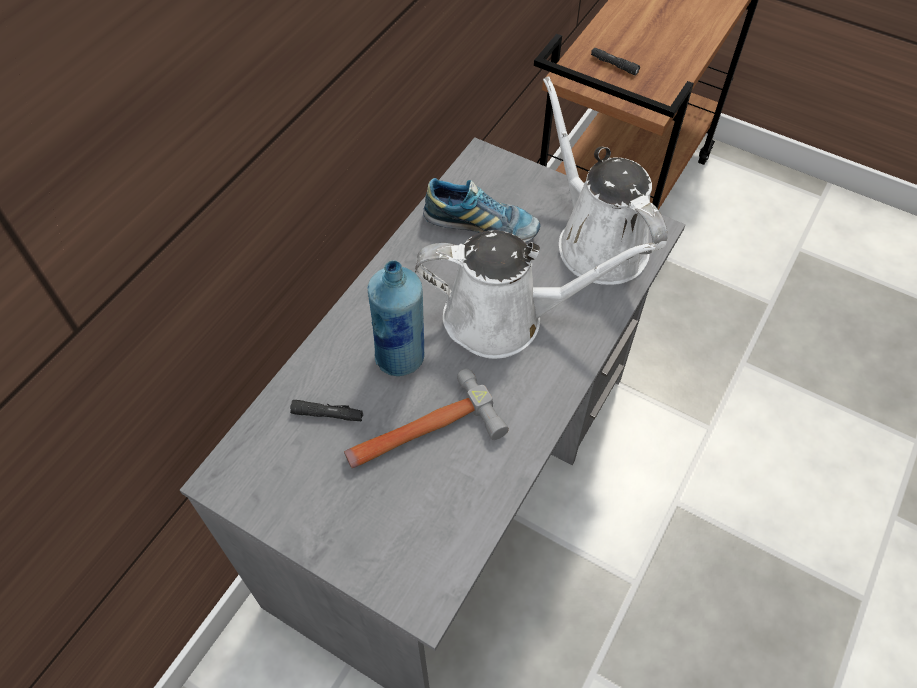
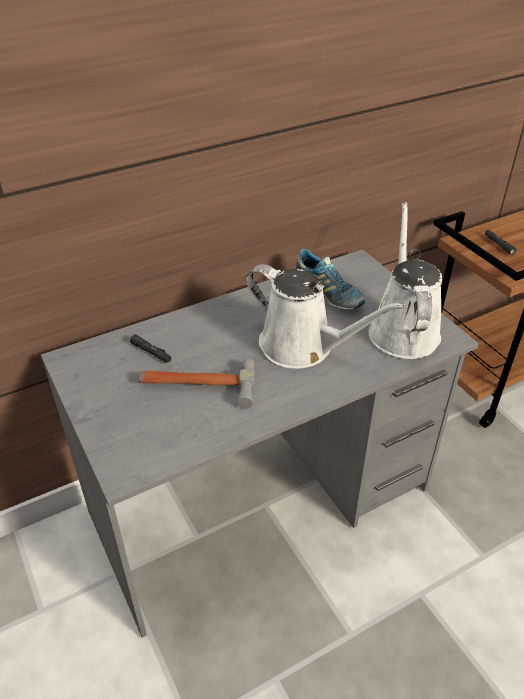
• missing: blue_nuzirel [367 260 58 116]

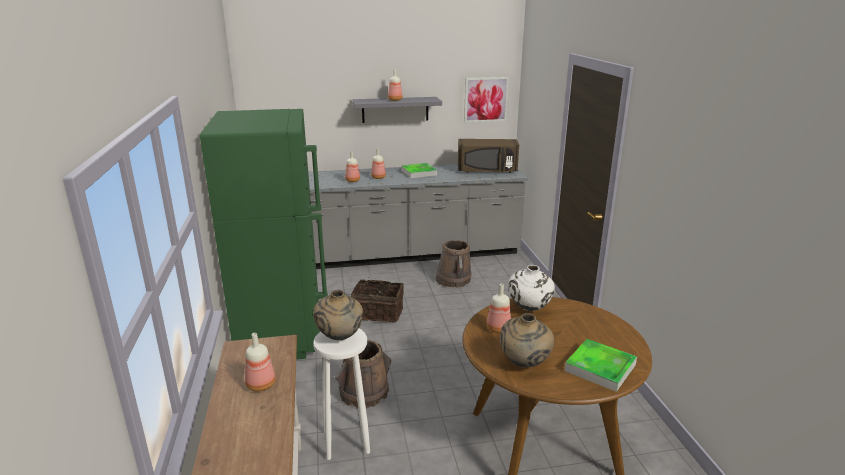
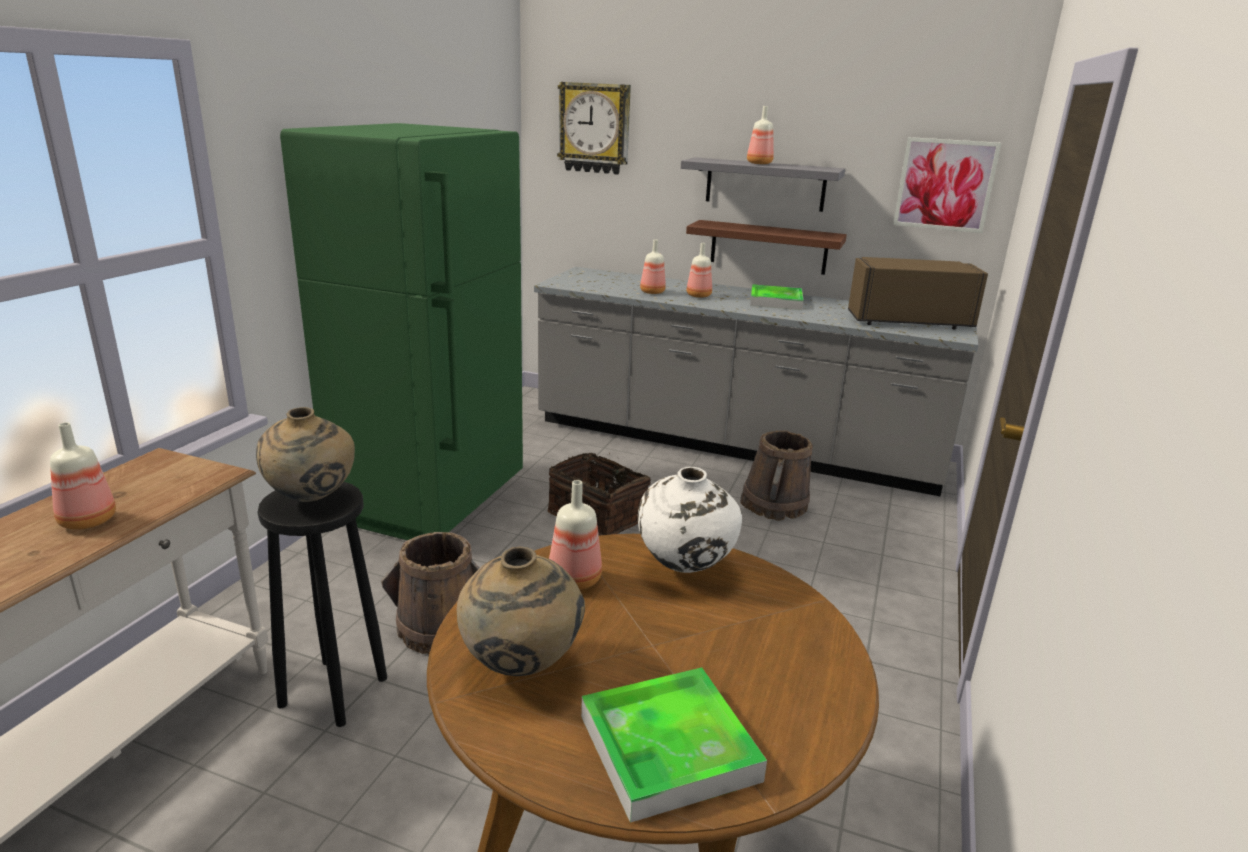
• appeared: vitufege [557 82 74 93]
• appeared: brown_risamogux [686 220 161 55]
• colour: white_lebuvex [313 329 57 131] to black_lebuvex [257 482 130 245]
• spun: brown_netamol [458 139 61 34] = [848 257 140 72] 150 degrees clockwise

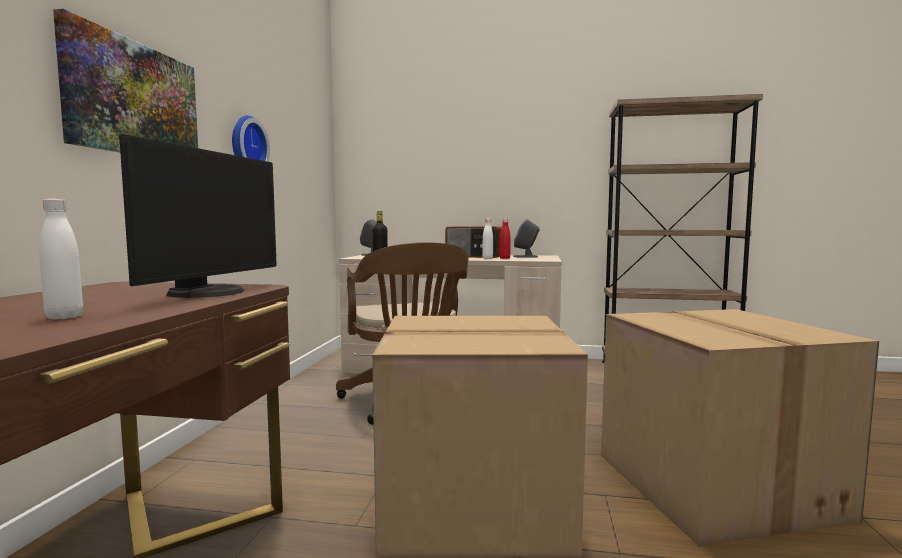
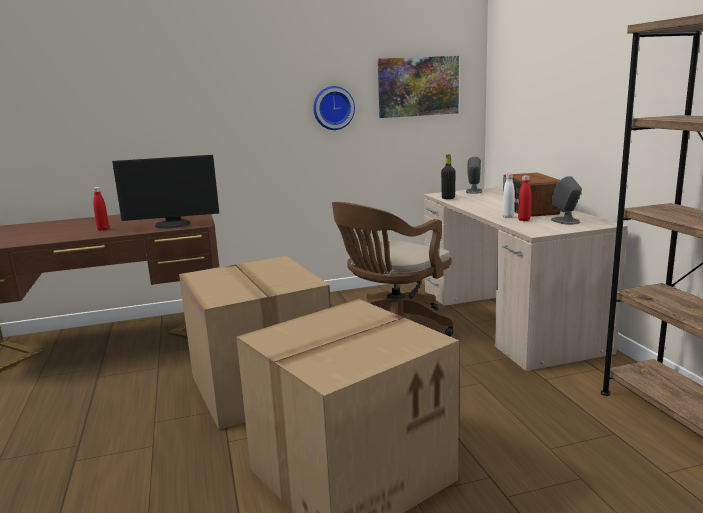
• relocated: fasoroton [53 9 145 144] to [378 56 81 62]
• colour: white_nuzirel [39 199 44 120] to red_nuzirel [93 187 16 44]

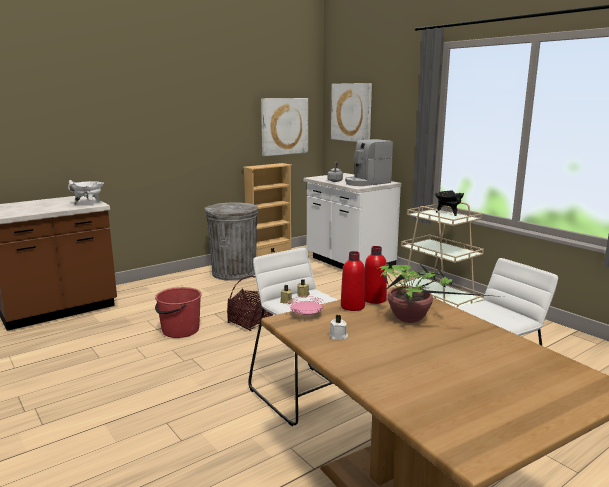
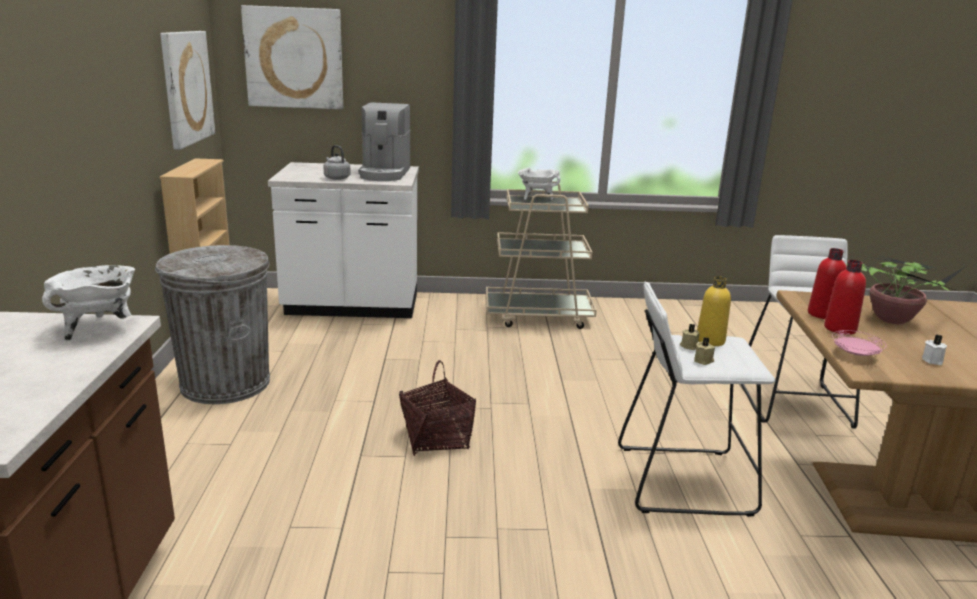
• missing: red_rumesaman [155 287 47 51]
• appeared: yellow_nuzirel [697 276 34 70]
• colour: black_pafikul [435 190 29 26] to white_pafikul [518 168 42 32]

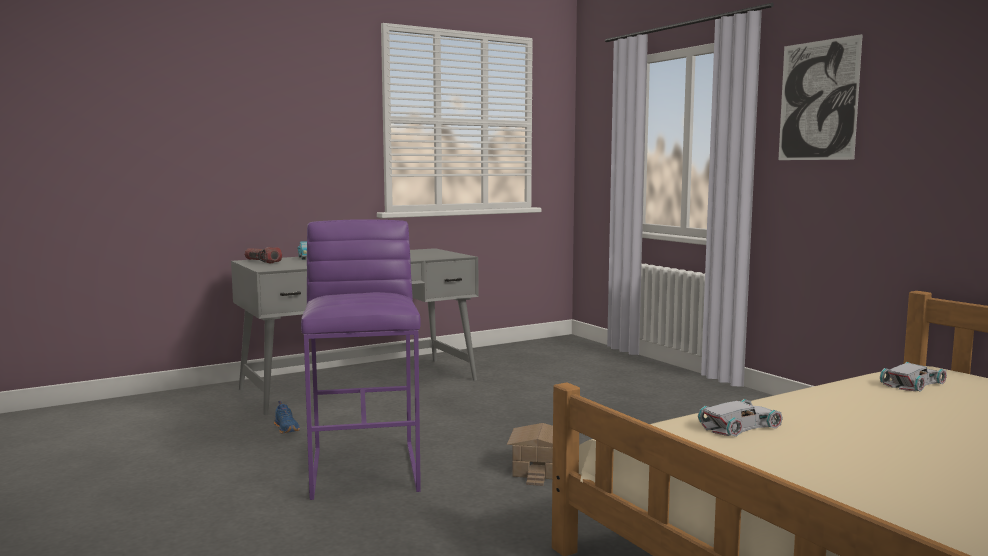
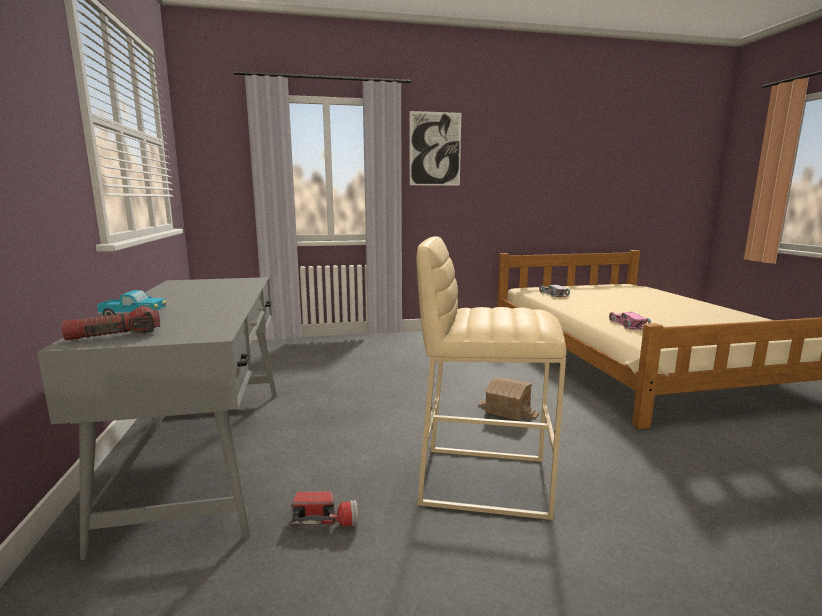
• exchanged: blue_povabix [274 401 26 33] to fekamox [291 491 67 36]
• colour: purple_lebuvex [301 219 120 281] to beige_lebuvex [416 236 151 284]
• colour: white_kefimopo [698 399 85 38] to pink_kefimopo [609 312 42 18]

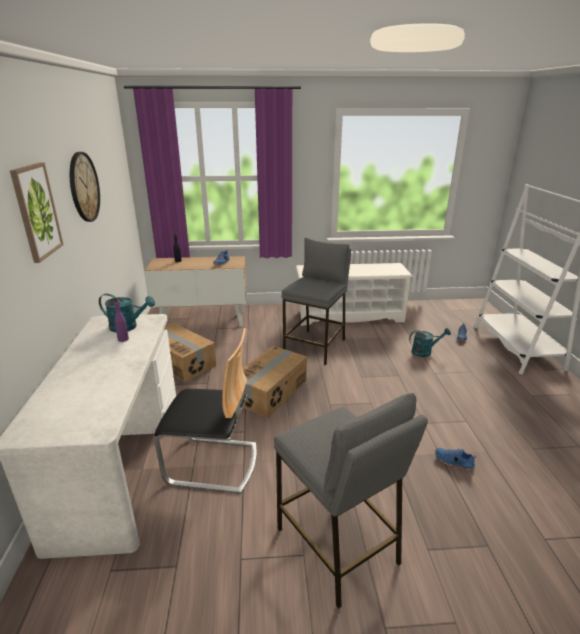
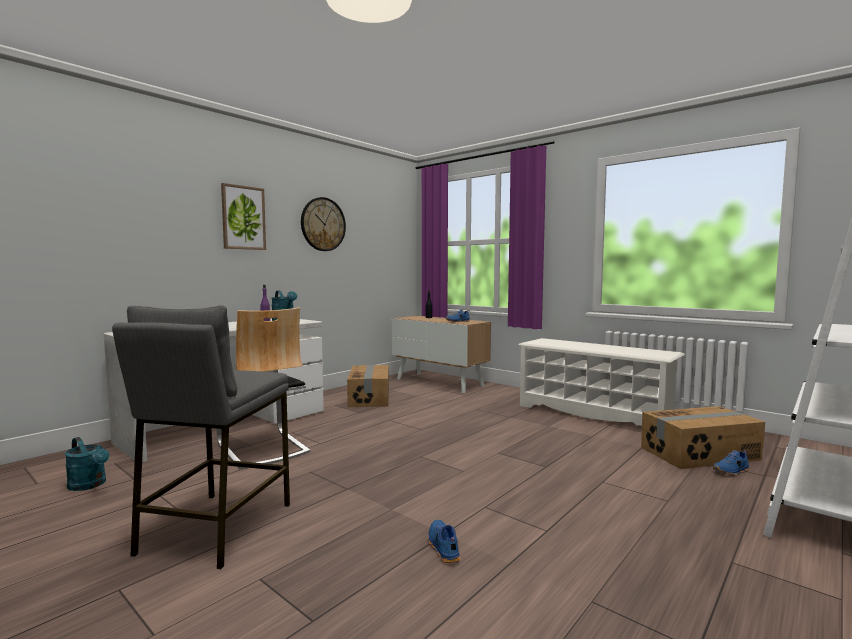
• missing: grey_lebuvex [282 238 69 127]
• relocated: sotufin [243 346 64 72] to [641 406 124 63]
• relocated: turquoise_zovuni [409 328 42 29] to [65 437 44 54]

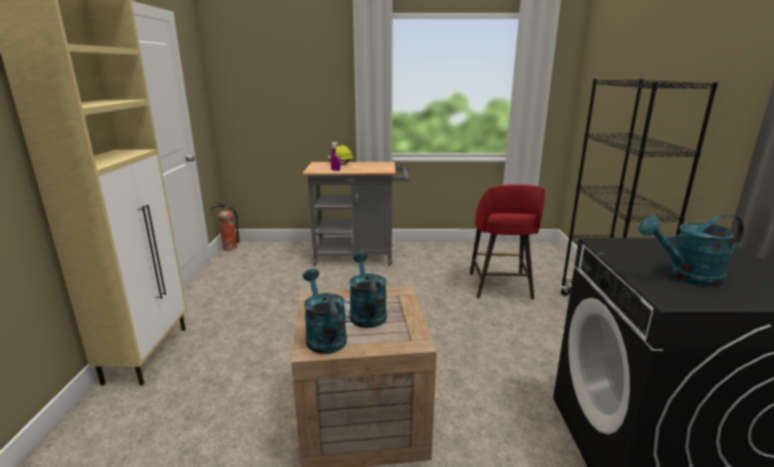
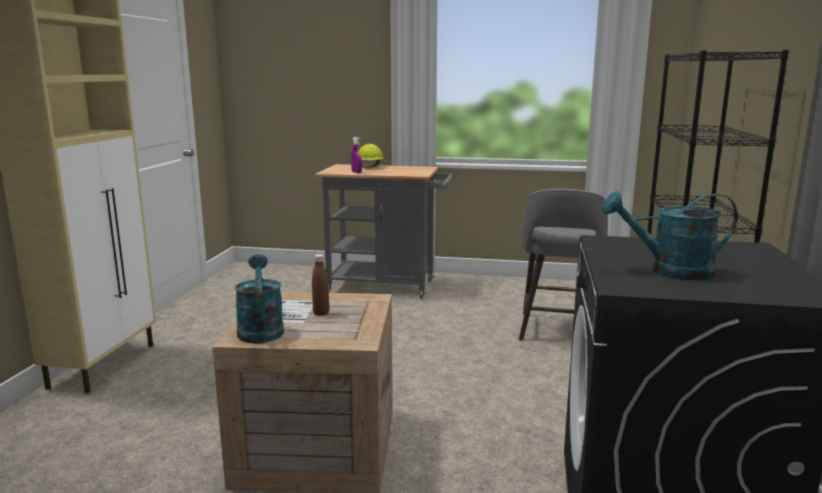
• missing: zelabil [211 202 29 49]
• exchanged: turquoise_zovuni [350 251 37 77] to brown_nuzirel [312 254 17 62]
• colour: red_lebuvex [470 184 75 116] to grey_lebuvex [519 189 89 152]

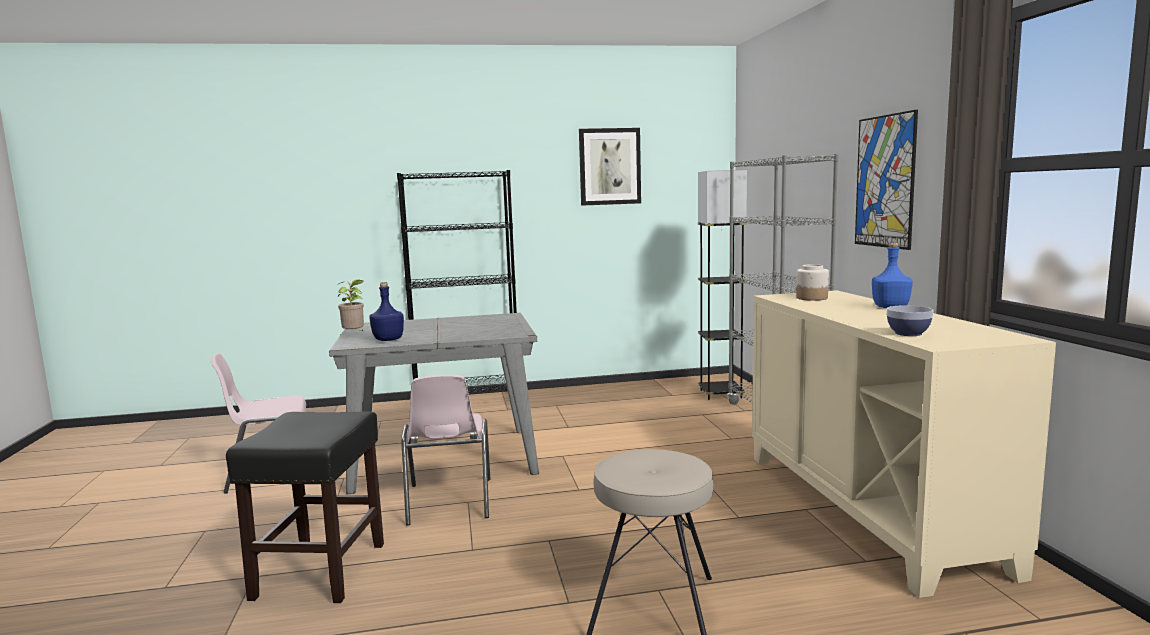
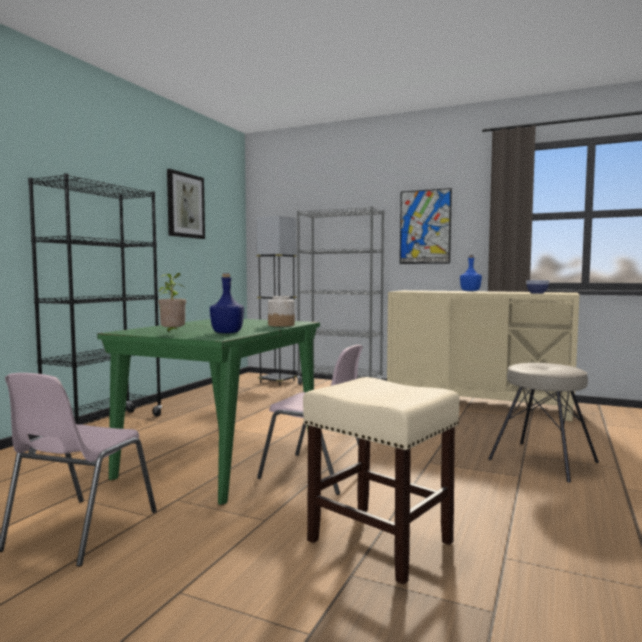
• relocated: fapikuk [796 264 33 37] to [268 296 27 31]
• colour: black_lebuvex [226 412 158 191] to beige_lebuvex [303 377 157 207]
• colour: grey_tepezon [329 313 210 181] to green_tepezon [97 319 223 186]

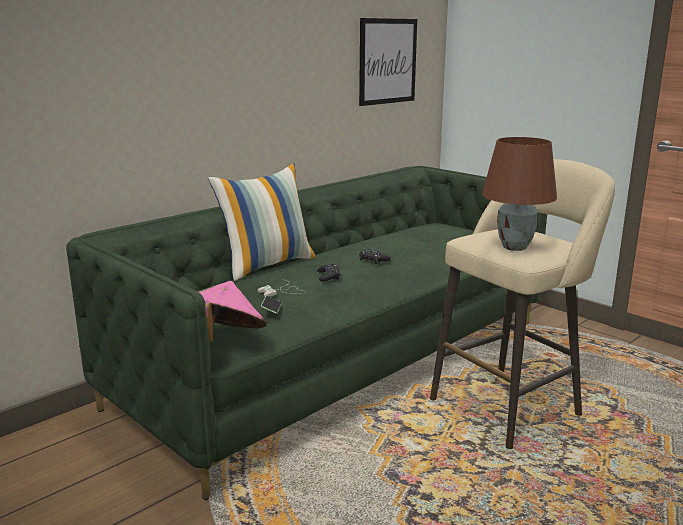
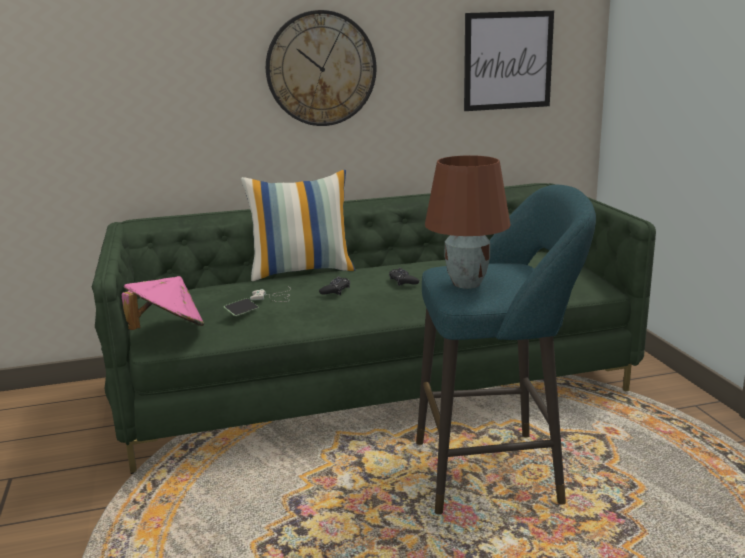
• appeared: vitufege [266 10 111 116]
• colour: beige_lebuvex [430 159 185 290] to turquoise_lebuvex [416 185 180 330]

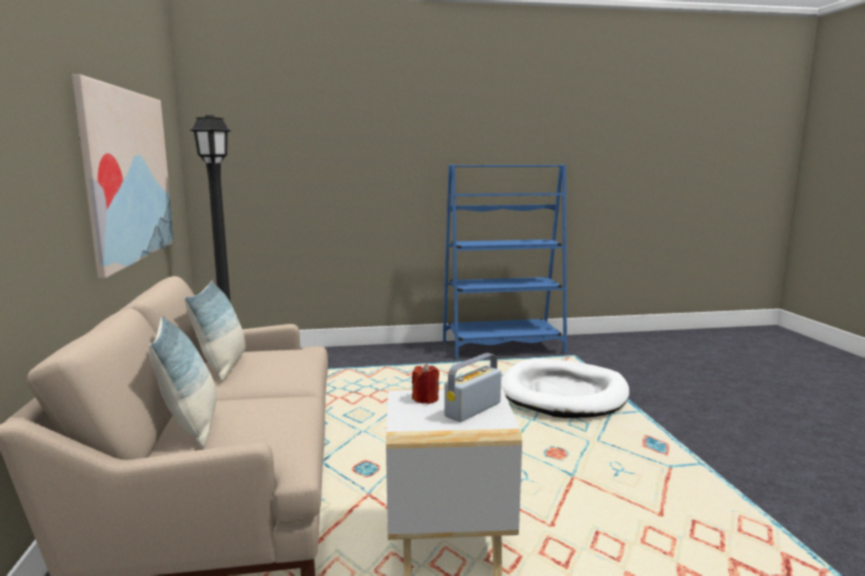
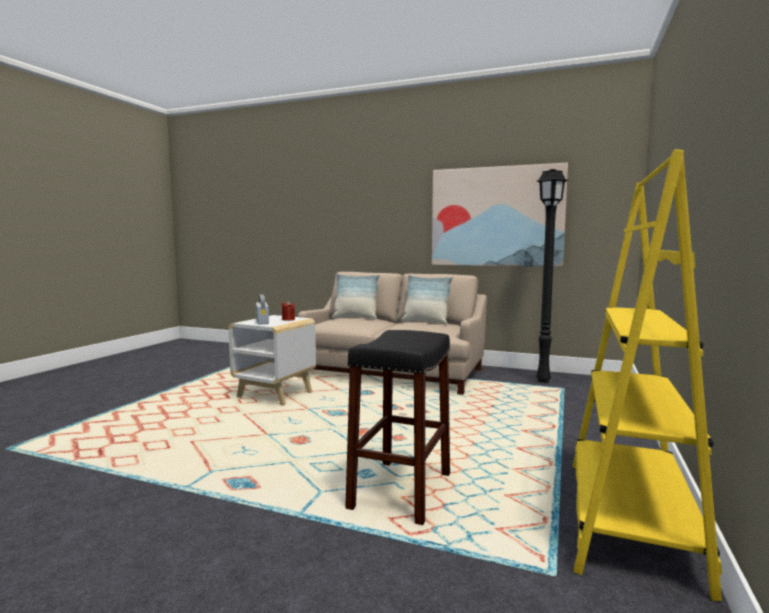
• exchanged: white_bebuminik [501 358 128 60] to black_lebuvex [345 330 105 195]
• colour: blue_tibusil [443 164 124 195] to yellow_tibusil [573 149 149 452]

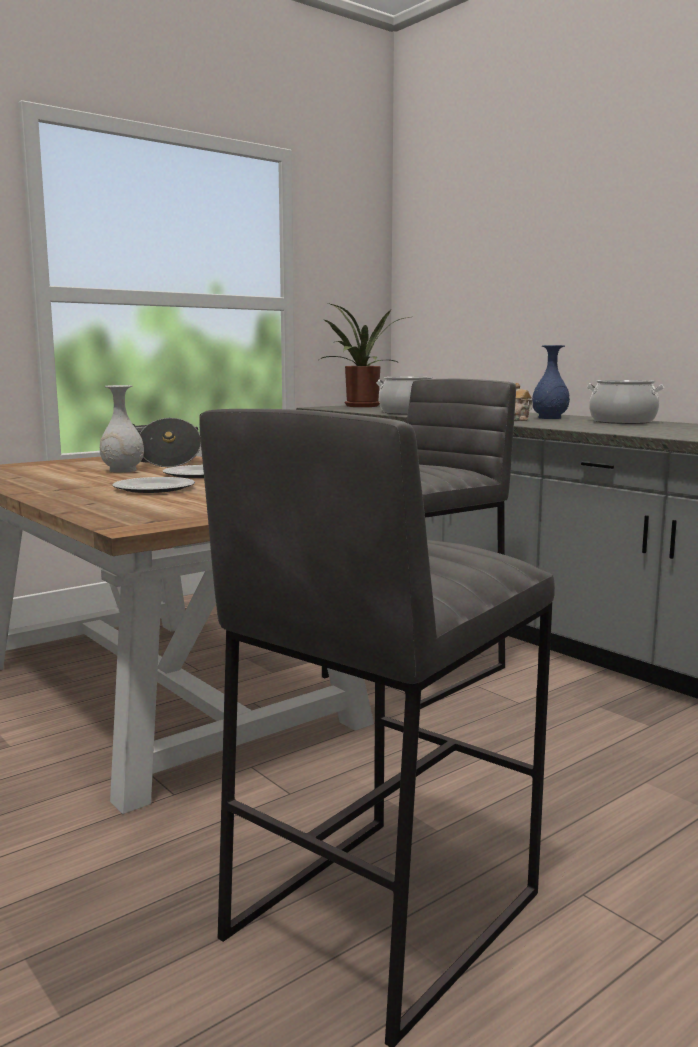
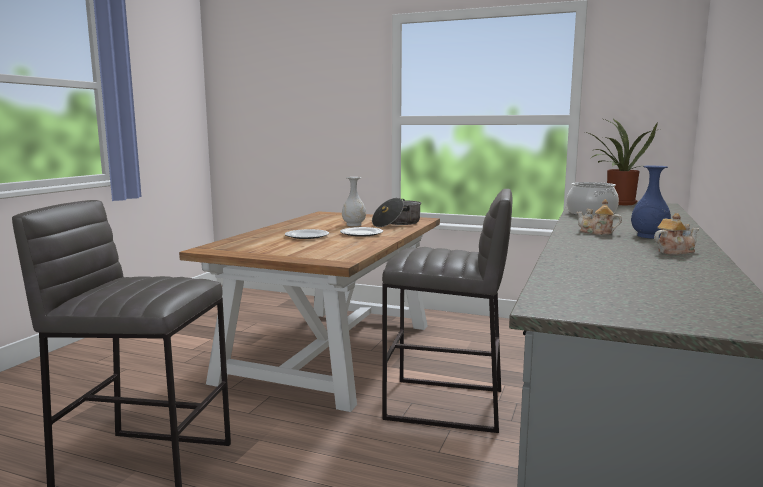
• exchanged: pafikul [586 380 79 44] to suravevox [654 213 45 42]

